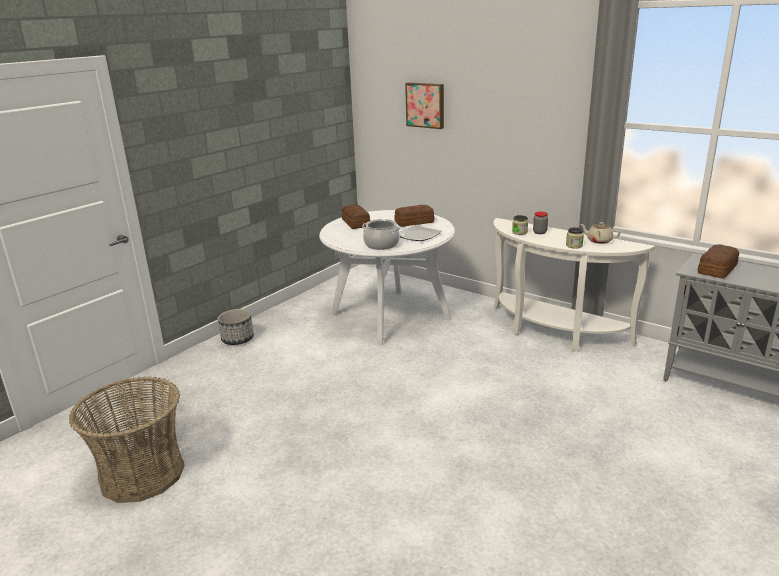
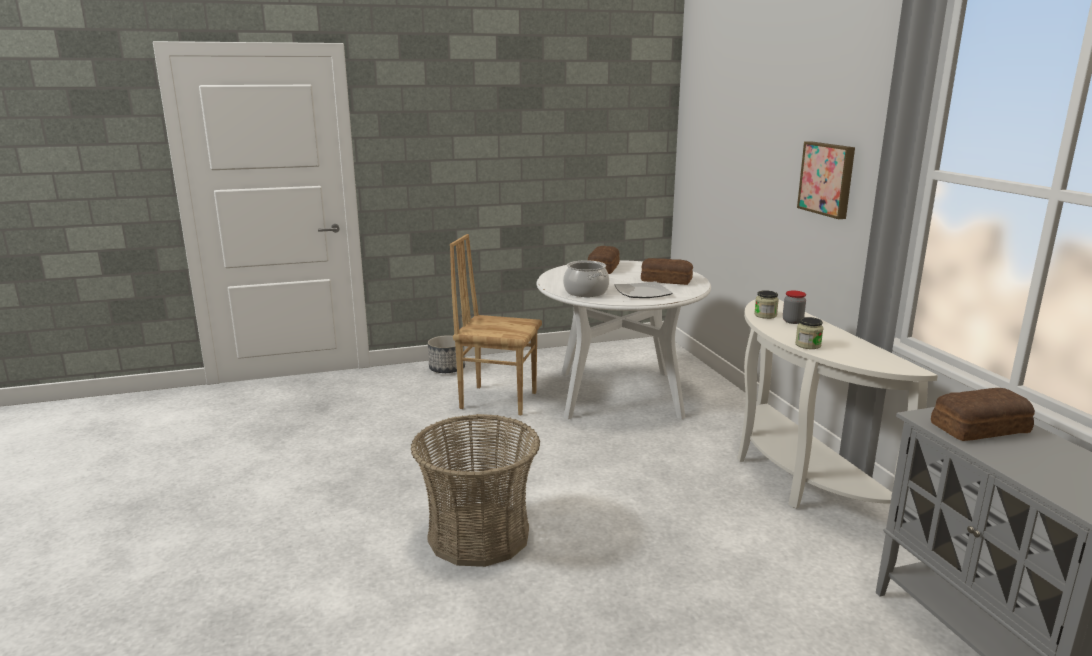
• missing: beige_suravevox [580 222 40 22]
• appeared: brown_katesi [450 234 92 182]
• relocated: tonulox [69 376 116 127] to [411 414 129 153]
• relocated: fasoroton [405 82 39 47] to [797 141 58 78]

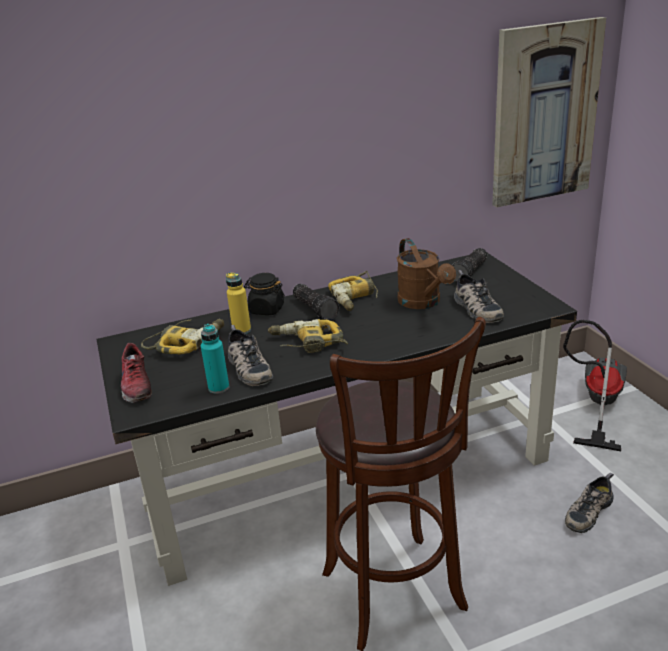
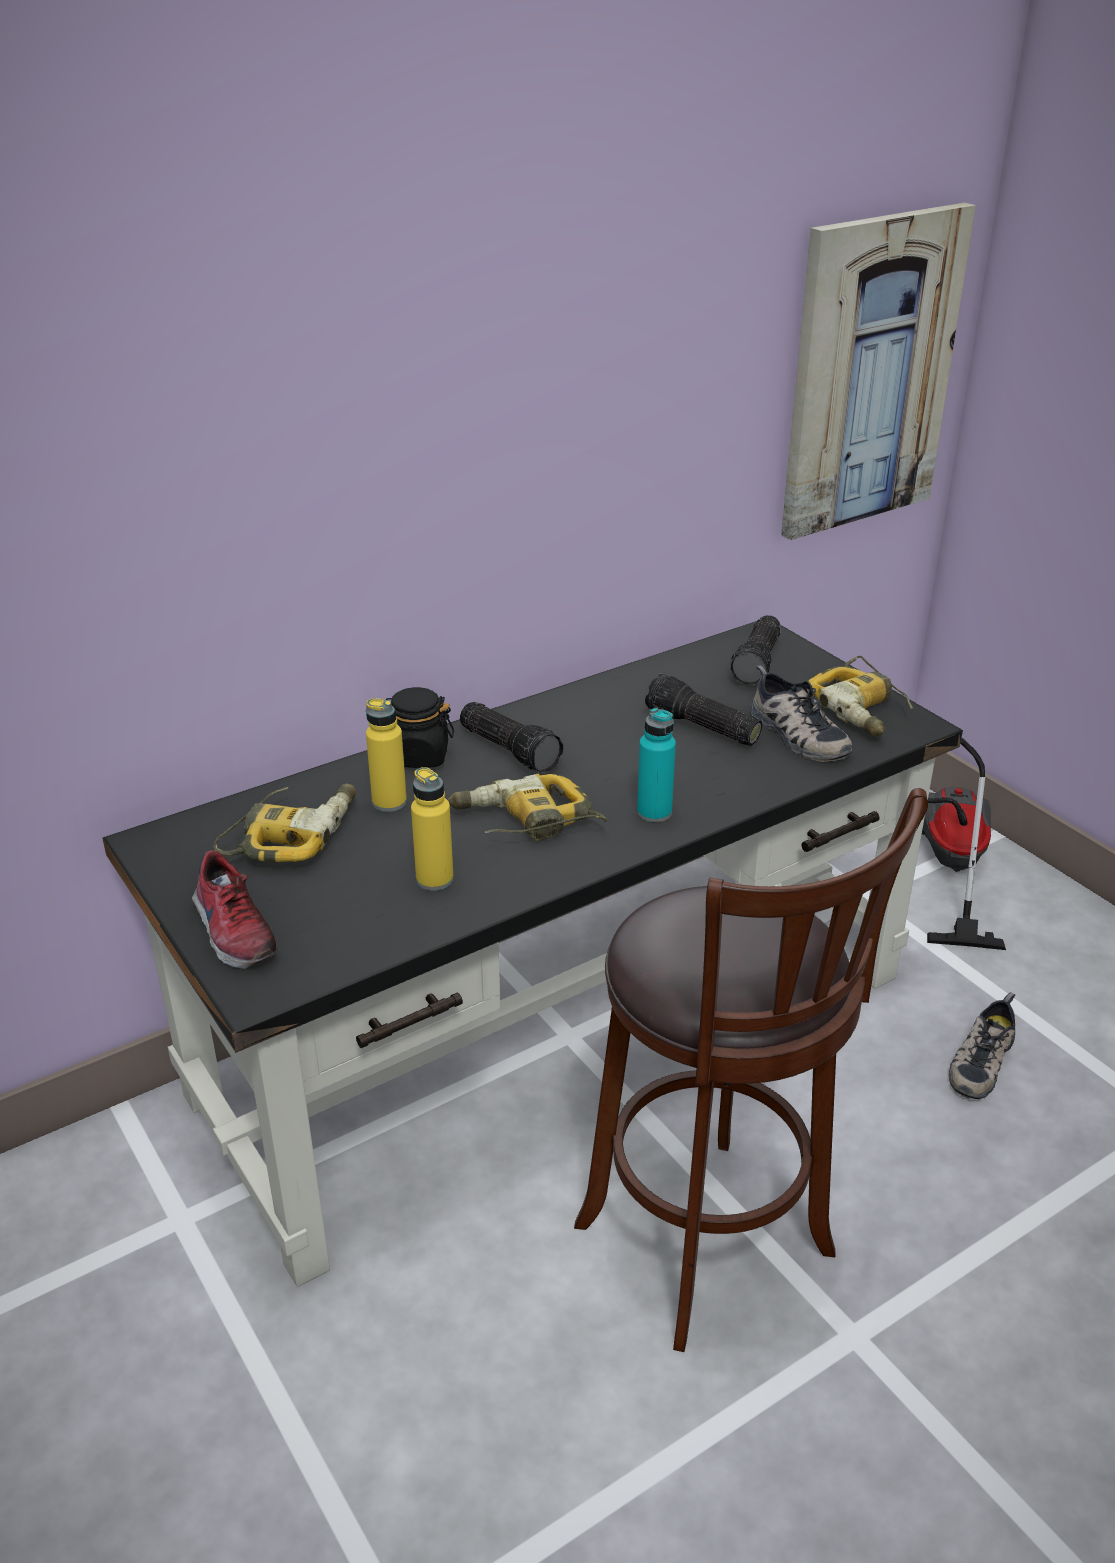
• relocated: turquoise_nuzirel [201 324 28 70] to [637 708 39 114]
• relocated: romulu [328 271 50 40] to [809 656 104 80]
• exchanged: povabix [228 325 45 61] to yellow_nuzirel [411 767 43 124]
• exchanged: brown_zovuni [397 238 59 71] to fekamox [645 674 117 72]

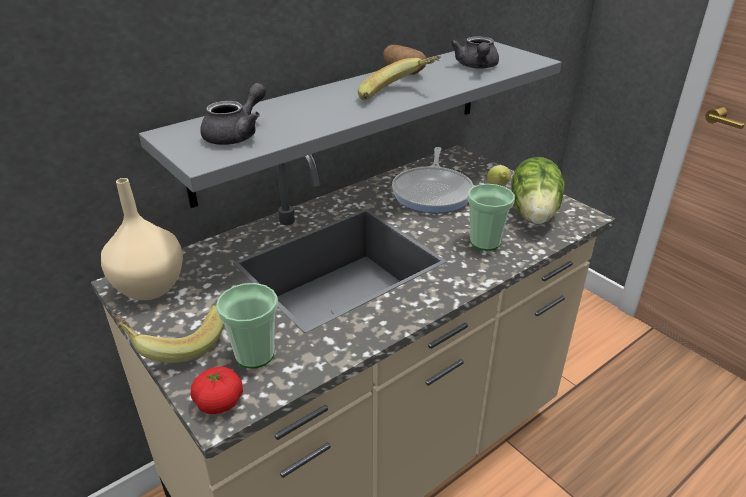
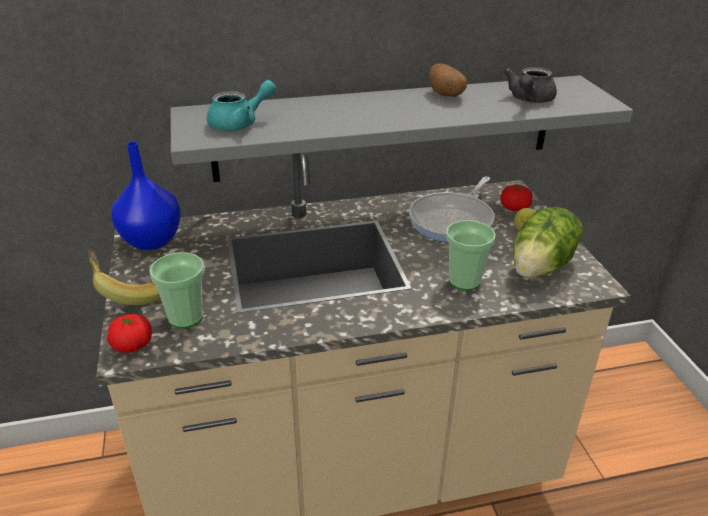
• missing: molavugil [358 56 83 44]
• appeared: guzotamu [500 185 33 26]
• colour: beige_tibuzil [101 178 82 122] to blue_tibuzil [111 142 70 108]
• colour: grey_suravevox [200 83 66 62] to turquoise_suravevox [207 80 69 51]

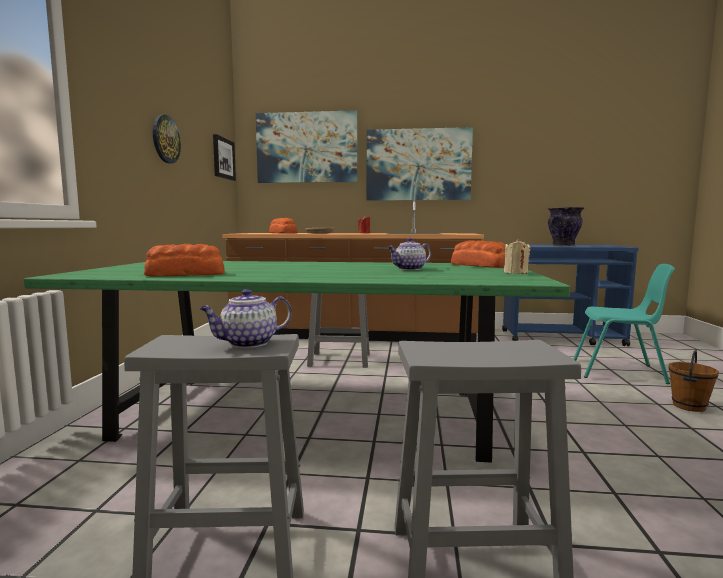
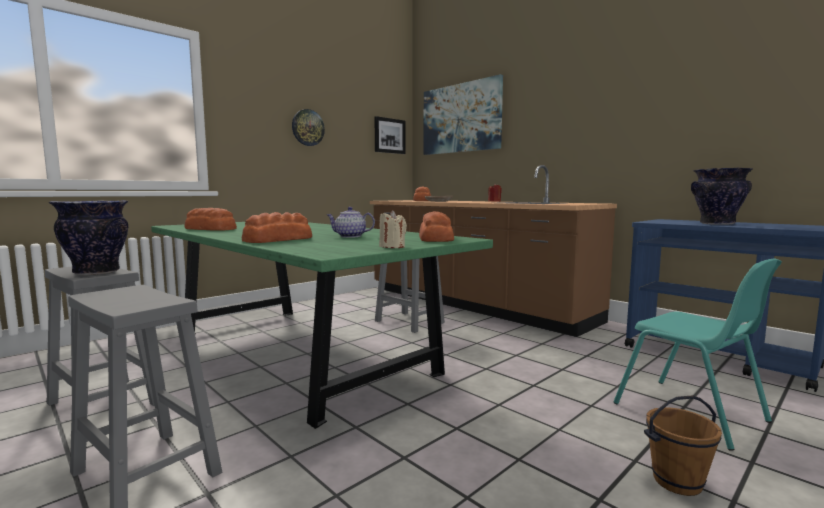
• missing: fasoroton [367 127 106 74]
• appeared: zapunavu [242 212 70 31]
• exchanged: suravevox [199 289 93 59] to tibuzil [49 200 80 75]

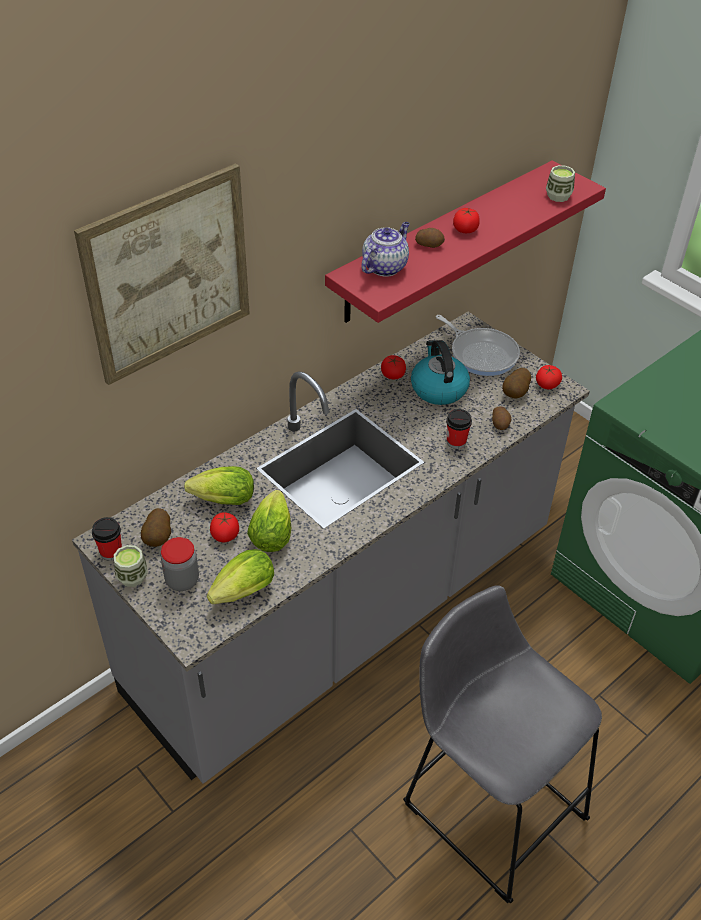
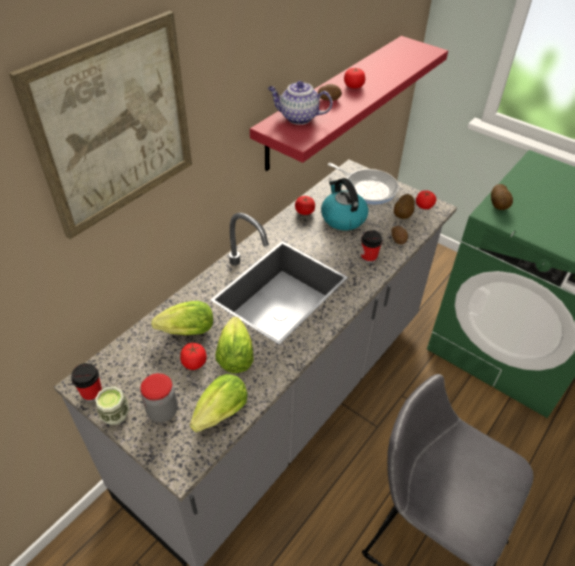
• missing: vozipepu [546 165 29 37]
• relocated: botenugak [141 508 30 39] to [491 184 22 26]
• spun: suravevox [361 222 49 55] = [268 81 65 44] 105 degrees counterclockwise

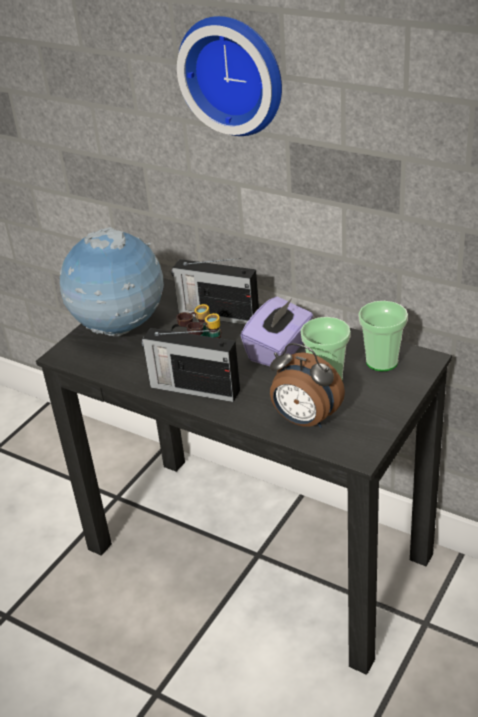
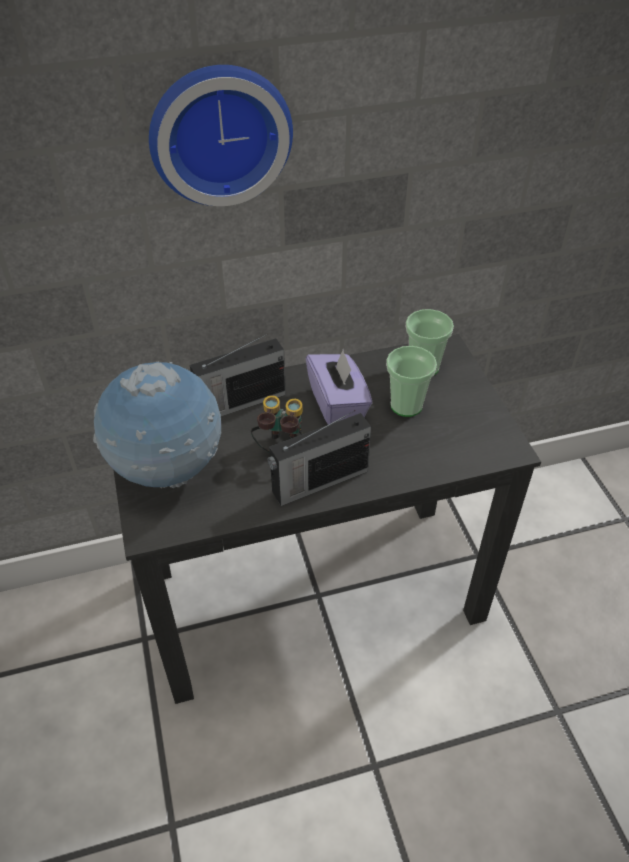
• missing: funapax [270 343 75 85]

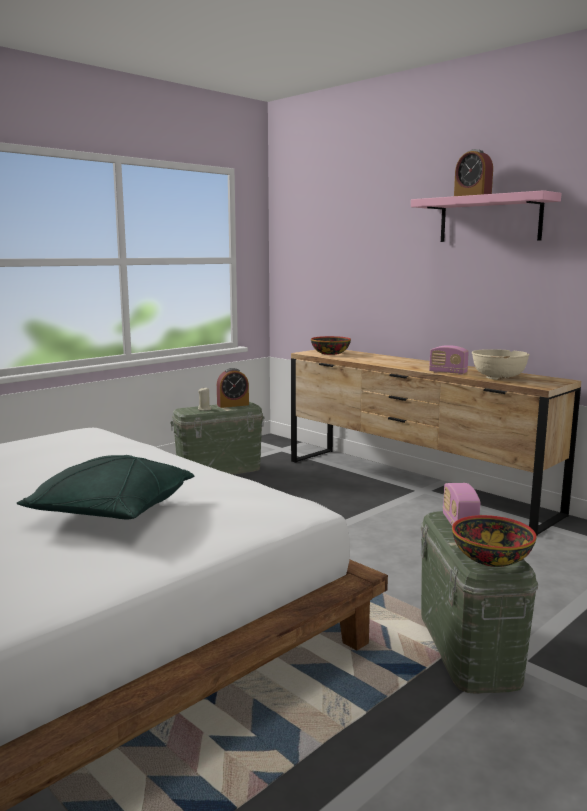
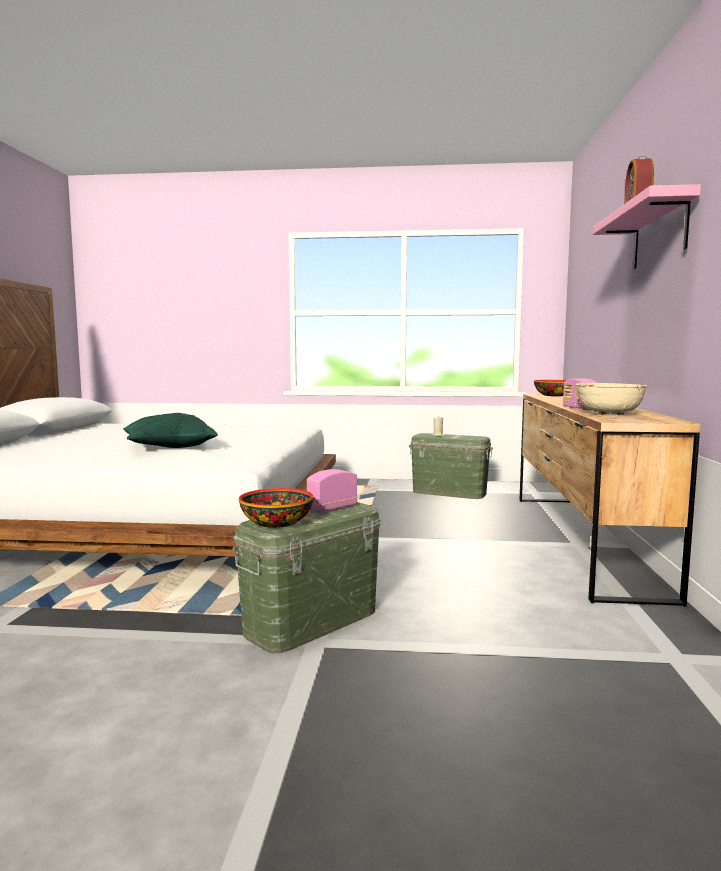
• missing: funapax [217 368 32 40]

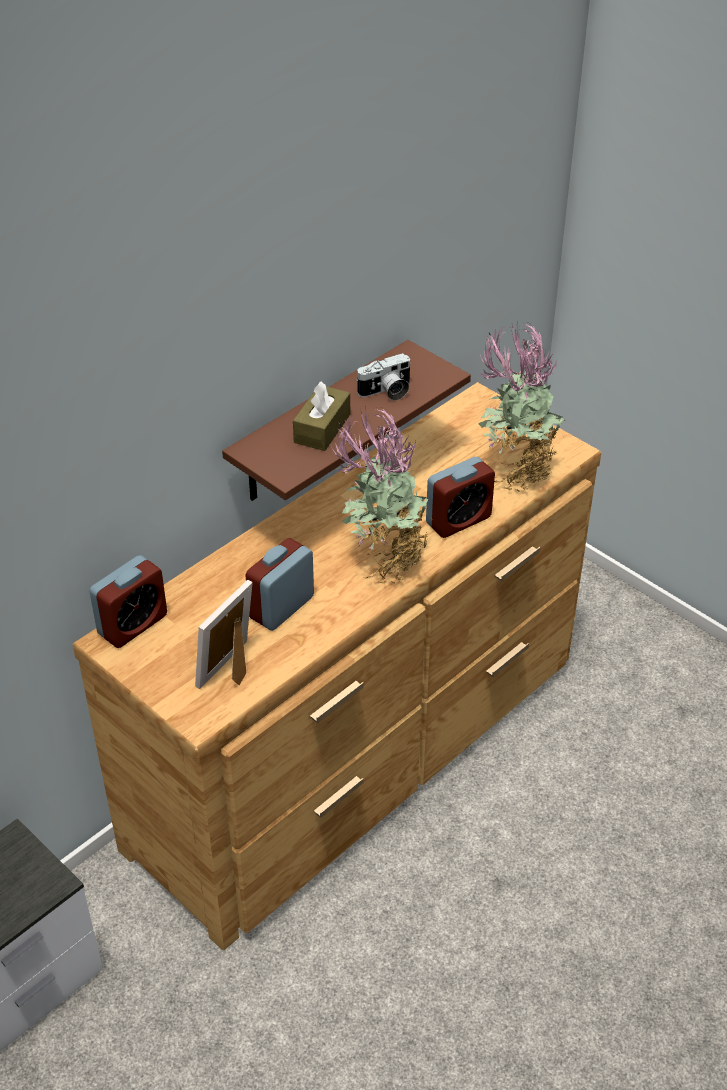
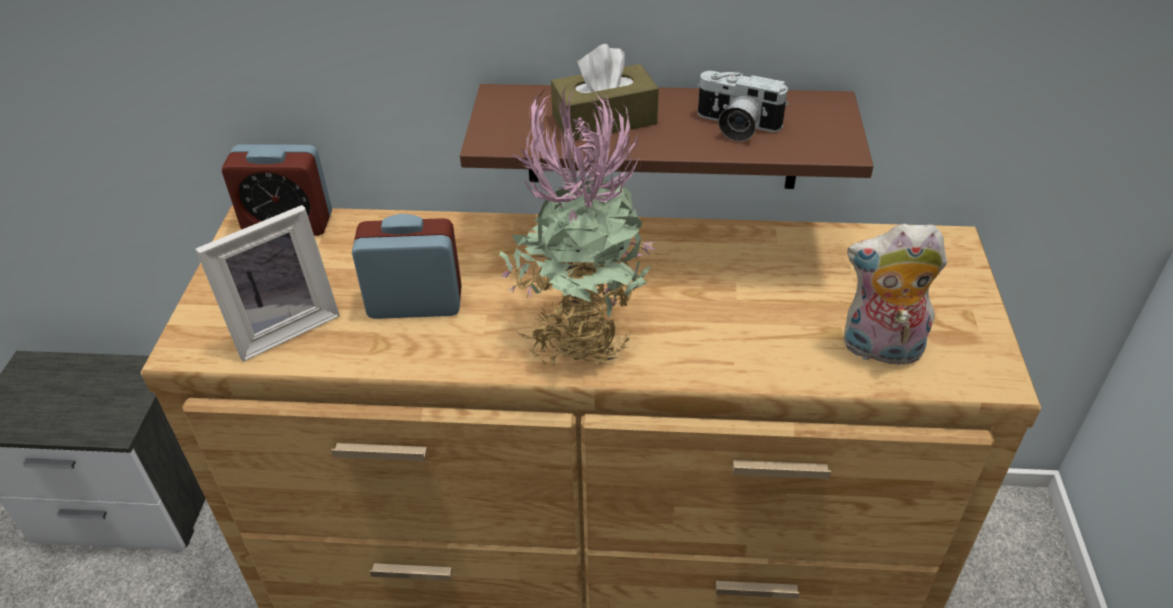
• missing: funapax [426 457 69 81]
• exchanged: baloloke [478 322 87 169] to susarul [844 224 103 146]
• spun: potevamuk [195 580 58 109] = [195 205 145 156] 150 degrees clockwise

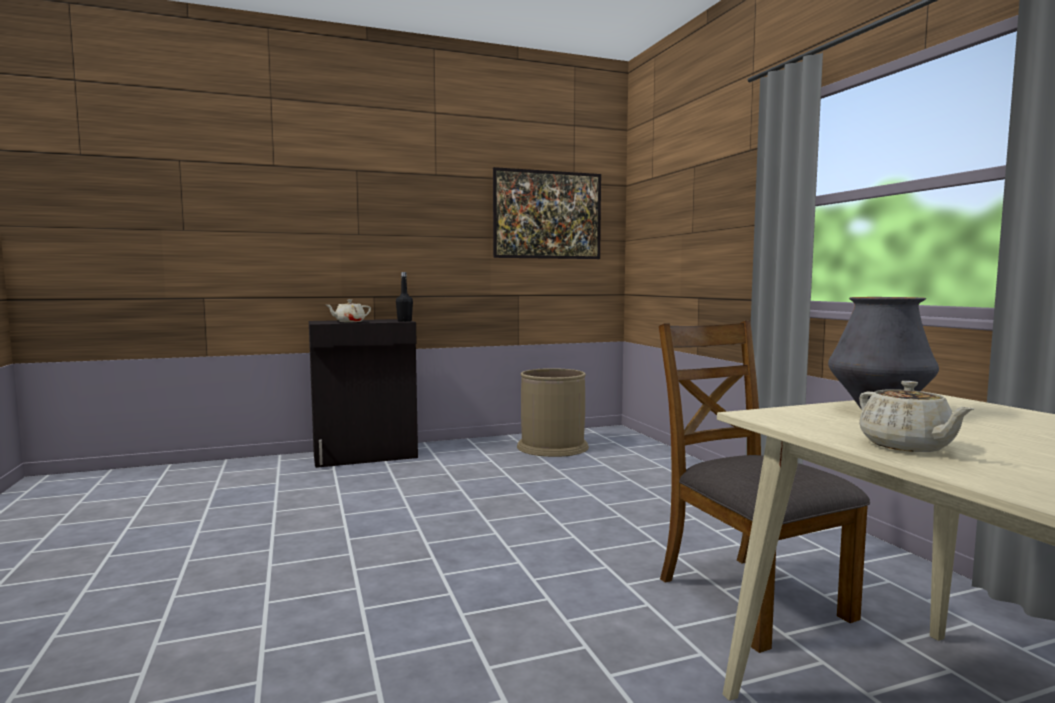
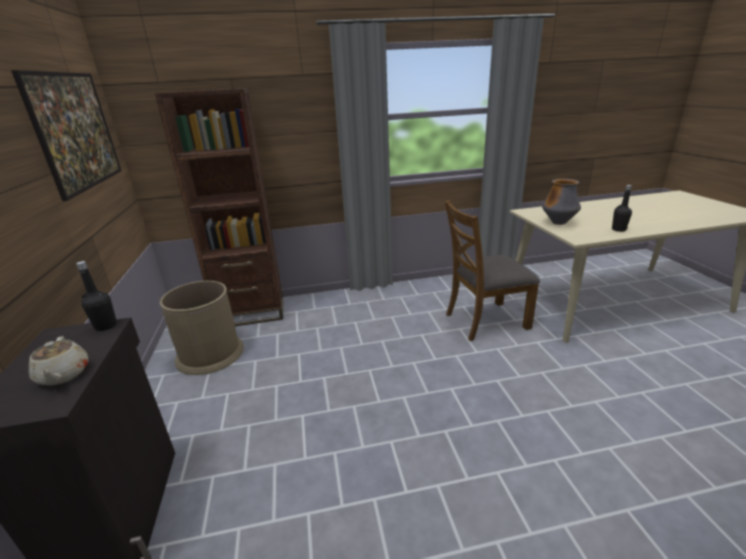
• appeared: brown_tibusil [155 88 128 238]
• exchanged: beige_suravevox [859 381 115 71] to black_nuzirel [612 185 20 47]

